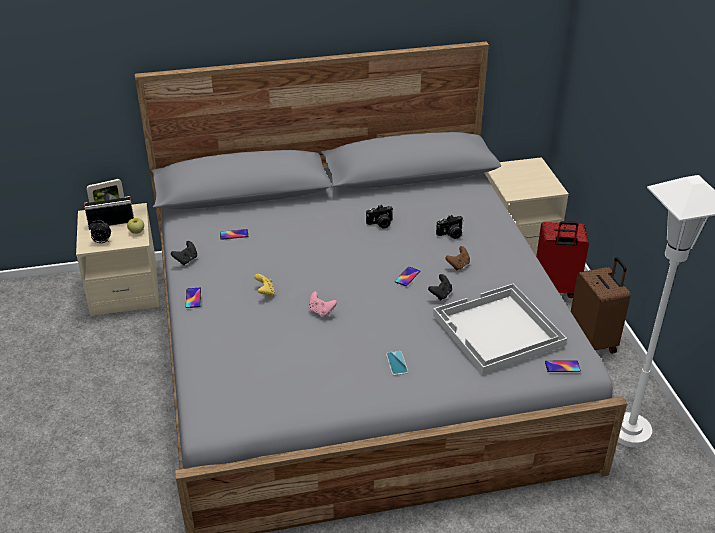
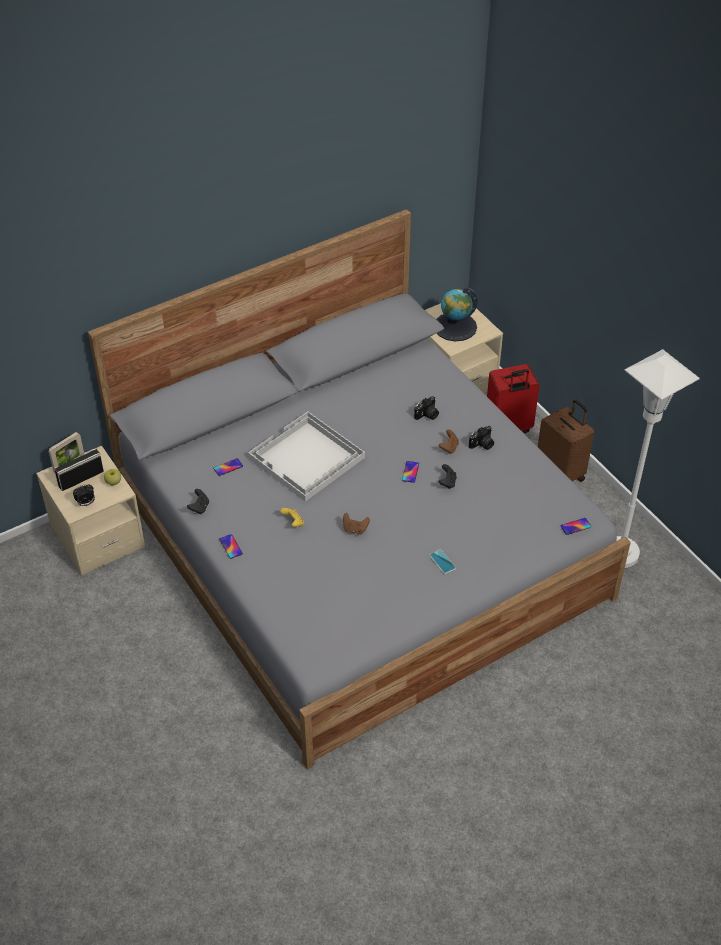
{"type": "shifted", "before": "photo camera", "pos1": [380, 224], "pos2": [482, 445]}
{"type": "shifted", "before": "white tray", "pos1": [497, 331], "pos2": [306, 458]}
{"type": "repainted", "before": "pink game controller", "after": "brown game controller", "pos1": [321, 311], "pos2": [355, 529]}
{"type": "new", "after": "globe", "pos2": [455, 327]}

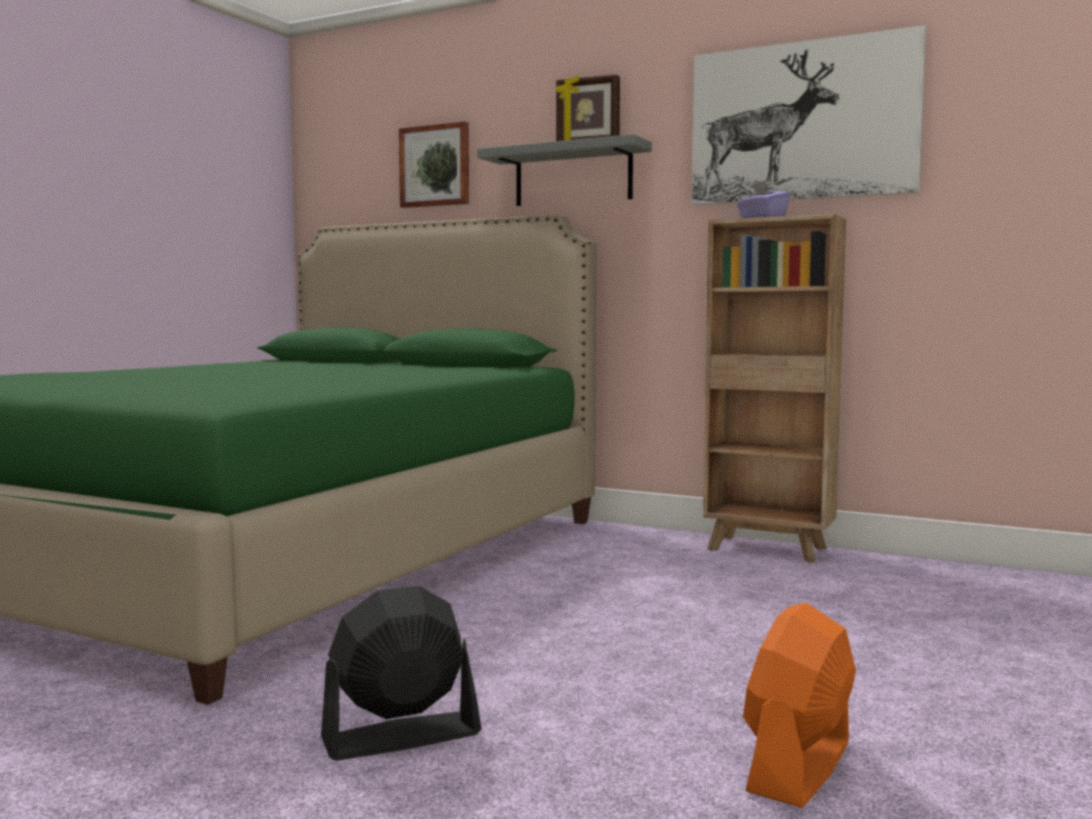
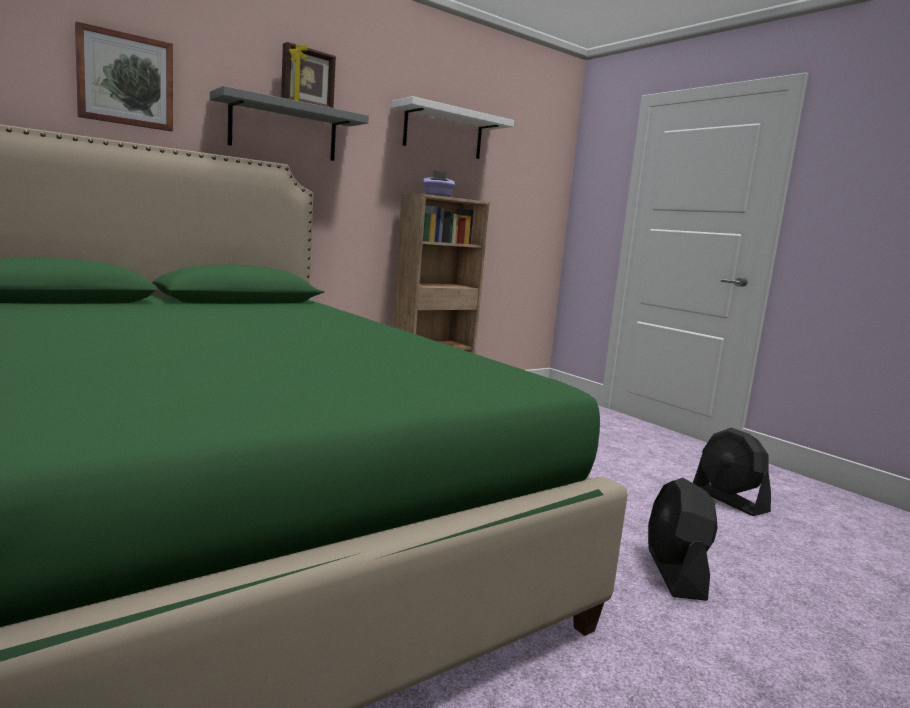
{"type": "swapped", "before": "picture", "after": "white shelf", "pos1": [802, 121], "pos2": [443, 132]}
{"type": "repainted", "before": "orange fan", "after": "black fan", "pos1": [799, 767], "pos2": [729, 500]}

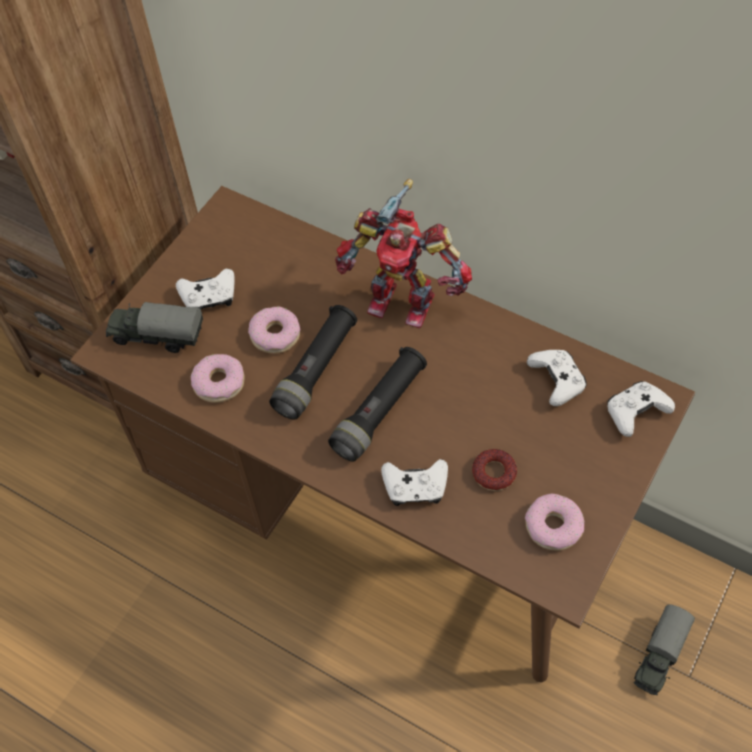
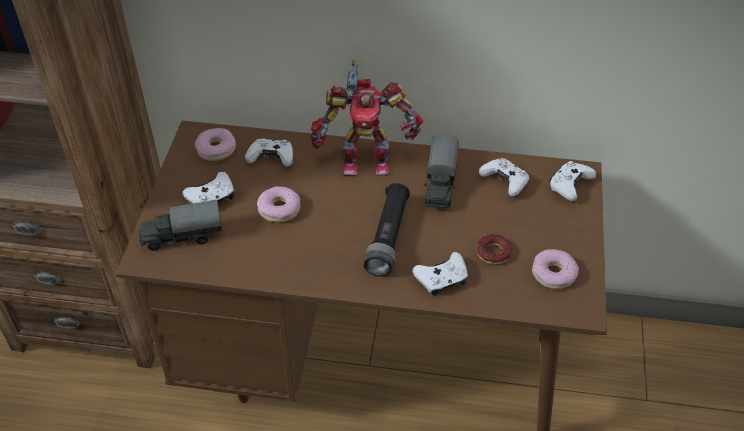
{"type": "gone", "before": "black flashlight", "pos1": [316, 370]}
{"type": "shifted", "before": "donut", "pos1": [219, 383], "pos2": [216, 149]}
{"type": "shifted", "before": "toy truck", "pos1": [659, 656], "pos2": [440, 185]}
{"type": "new", "after": "white game controller", "pos2": [271, 158]}

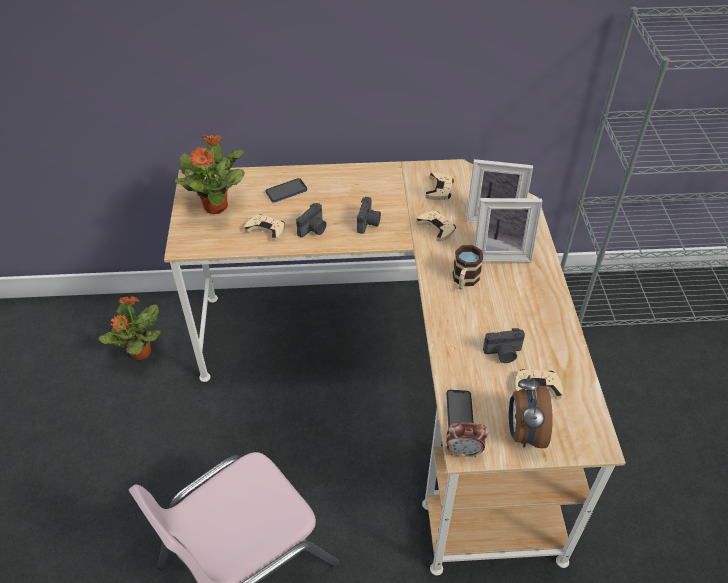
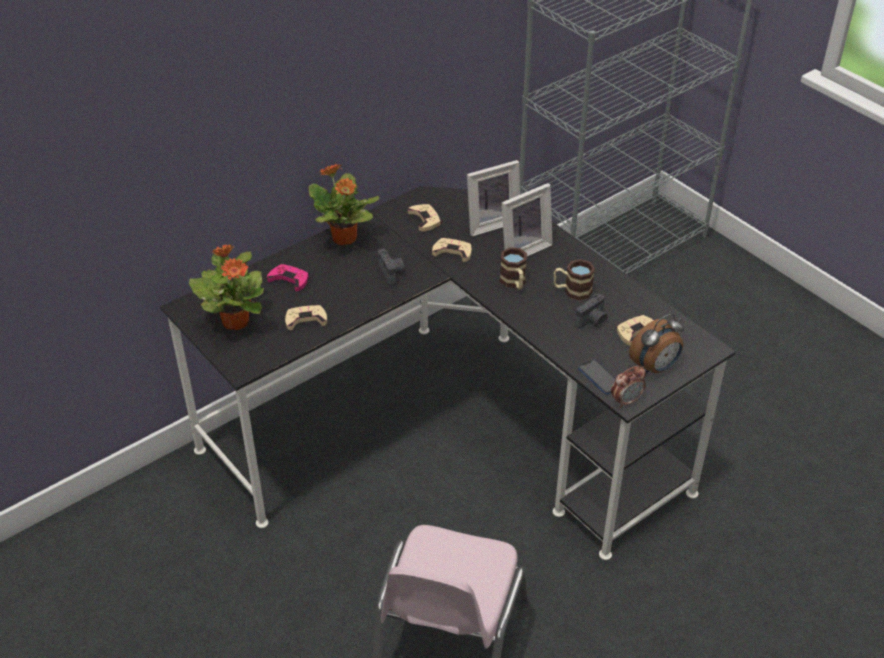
{"type": "repainted", "before": "beige desk", "after": "black desk", "pos1": [398, 379], "pos2": [448, 429]}
{"type": "swapped", "before": "phone", "after": "pink game controller", "pos1": [286, 191], "pos2": [289, 279]}
{"type": "gone", "before": "photo camera", "pos1": [313, 229]}
{"type": "shifted", "before": "potted plant", "pos1": [140, 353], "pos2": [344, 239]}
{"type": "rotated", "before": "alarm clock", "pos1": [524, 433], "pos2": [655, 367], "turn": -90}
{"type": "new", "after": "mug", "pos2": [572, 291]}

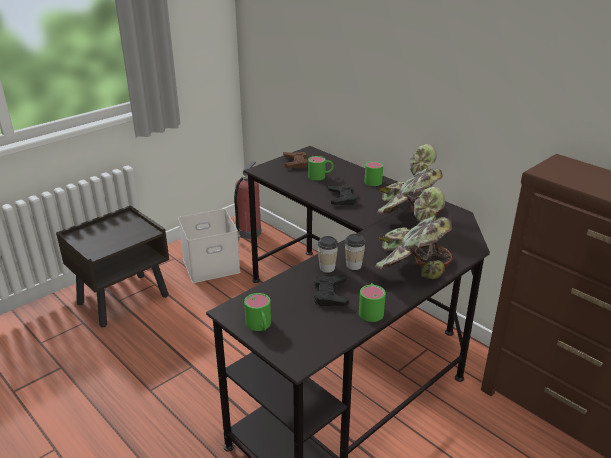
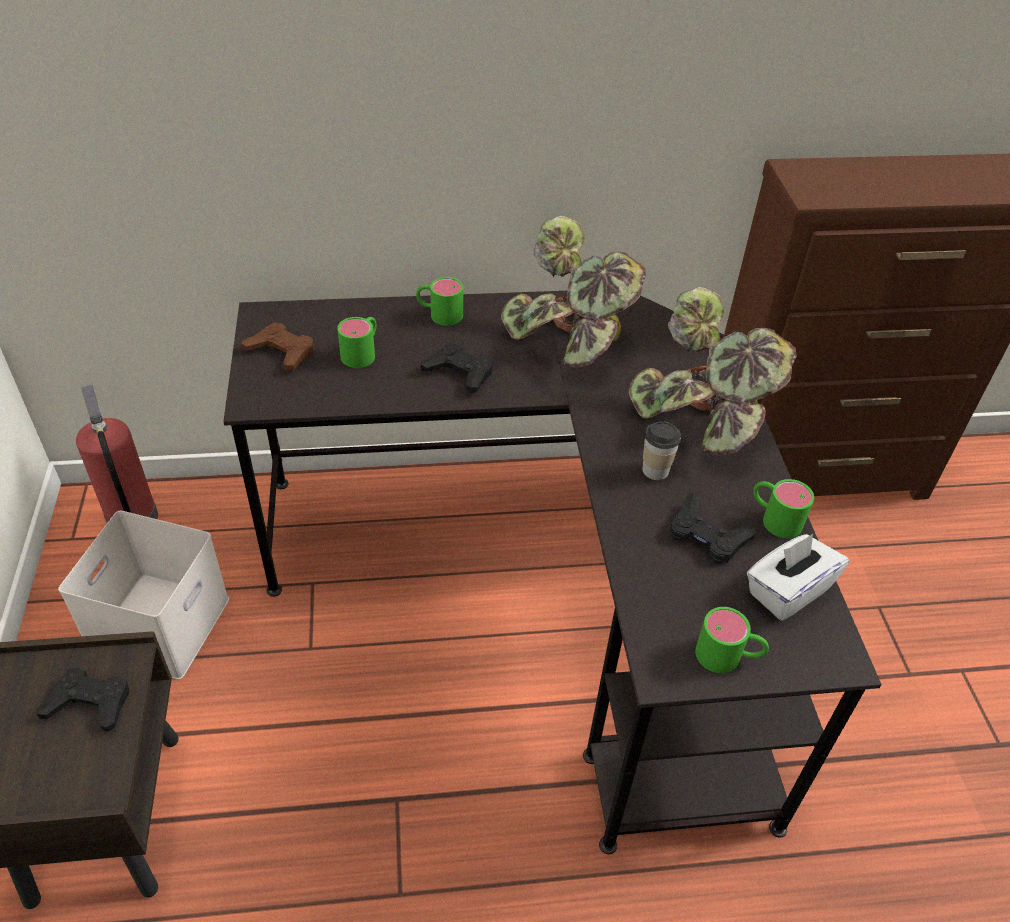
{"type": "gone", "before": "cup", "pos1": [327, 268]}
{"type": "new", "after": "white tissue box", "pos2": [787, 591]}
{"type": "new", "after": "black game controller", "pos2": [89, 703]}

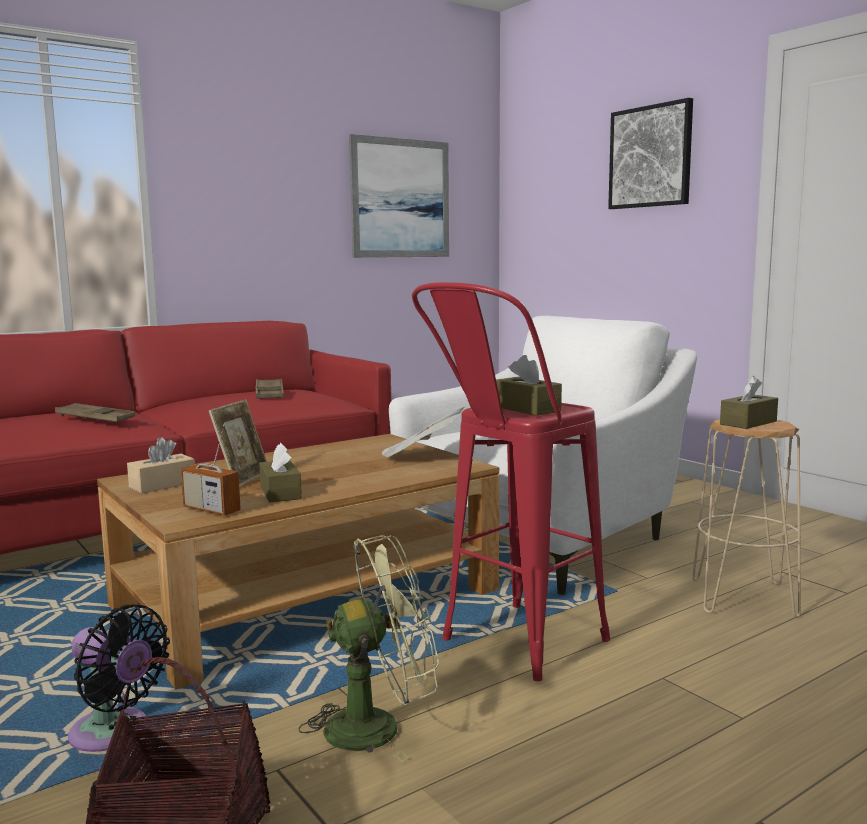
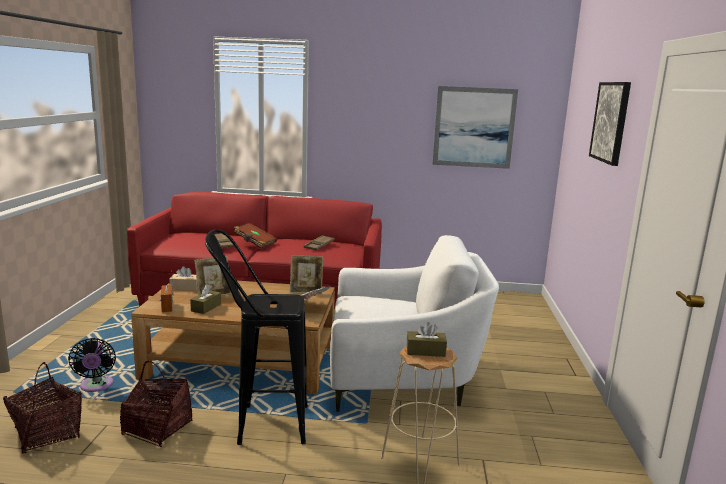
{"type": "repainted", "before": "red stool", "after": "black stool", "pos1": [509, 649], "pos2": [260, 424]}
{"type": "gone", "before": "brown tissue box", "pos1": [527, 409]}
{"type": "swapped", "before": "green fan", "after": "basket", "pos1": [377, 726], "pos2": [157, 428]}
{"type": "new", "after": "brown book", "pos2": [255, 243]}
{"type": "new", "after": "picture frame", "pos2": [306, 291]}

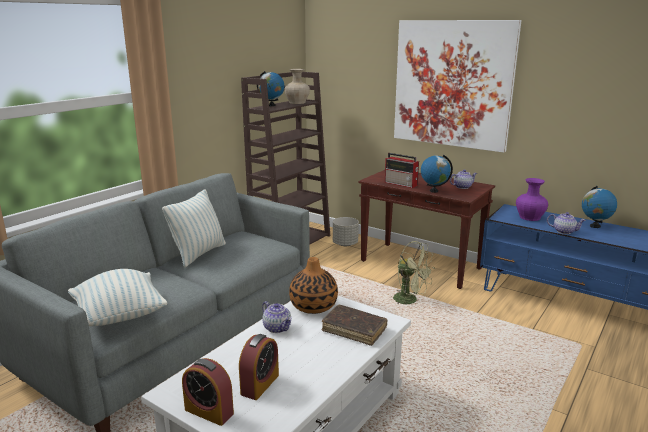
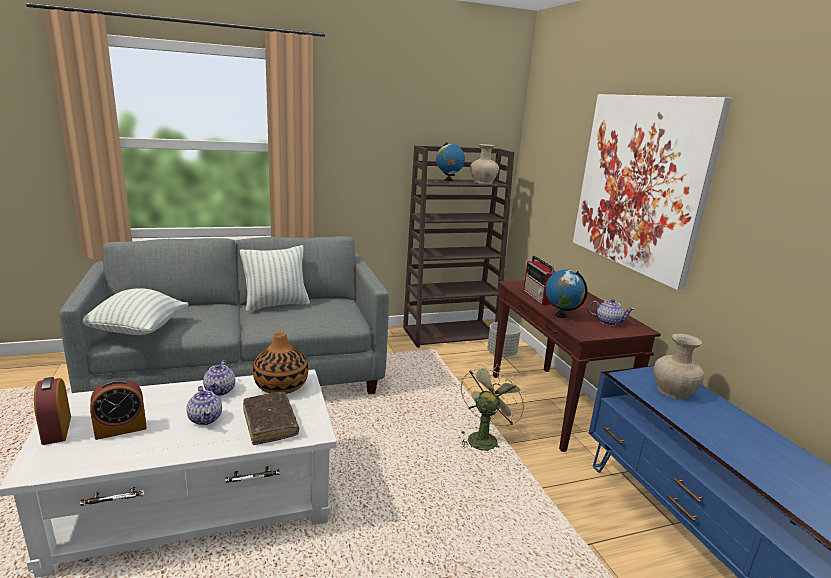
{"type": "repainted", "before": "purple vase", "after": "beige vase", "pos1": [530, 217], "pos2": [673, 391]}
{"type": "gone", "before": "globe", "pos1": [594, 226]}
{"type": "shifted", "before": "teapot", "pos1": [564, 231], "pos2": [206, 419]}
{"type": "rotated", "before": "green fan", "pos1": [410, 300], "pos2": [484, 438], "turn": -135}

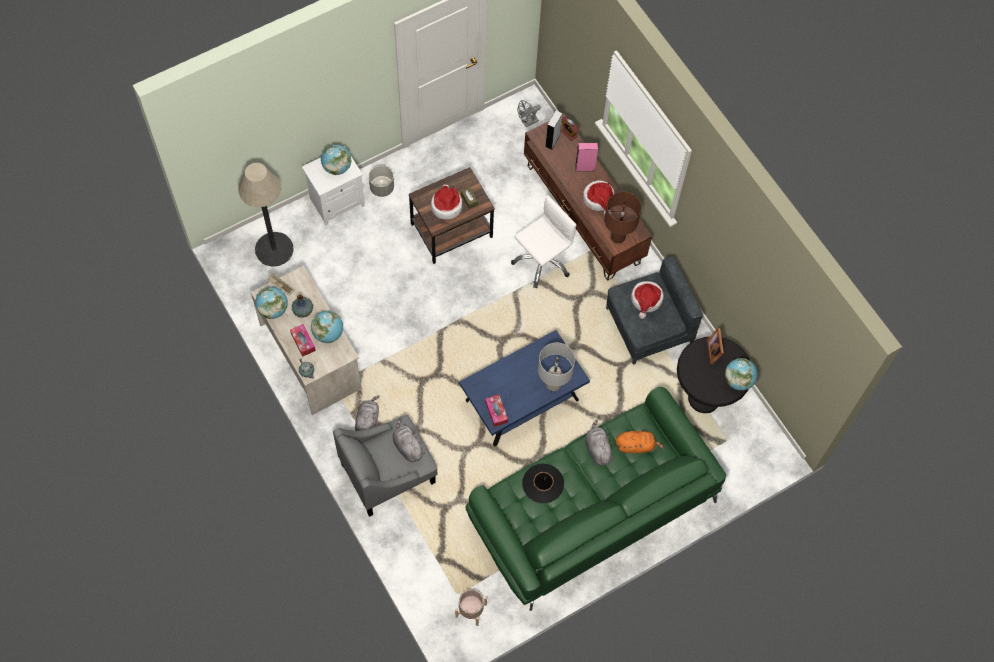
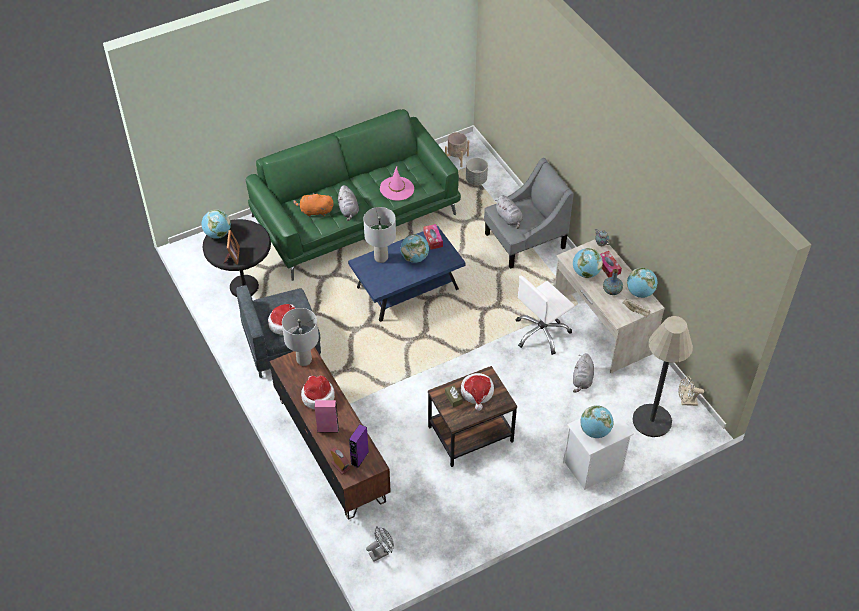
{"type": "repainted", "before": "grey speaker", "after": "purple speaker", "pos1": [552, 141], "pos2": [359, 458]}
{"type": "shifted", "before": "grey planter", "pos1": [382, 188], "pos2": [476, 179]}
{"type": "repainted", "before": "brown table lamp", "after": "grey table lamp", "pos1": [618, 237], "pos2": [304, 360]}
{"type": "shifted", "before": "white office chair", "pos1": [542, 261], "pos2": [541, 333]}
{"type": "shifted", "before": "grey plush toy", "pos1": [367, 420], "pos2": [582, 380]}
{"type": "repainted", "before": "black hat", "after": "pink hat", "pos1": [543, 483], "pos2": [397, 188]}
{"type": "new", "after": "globe", "pos2": [414, 258]}
{"type": "new", "after": "beige fan", "pos2": [686, 402]}

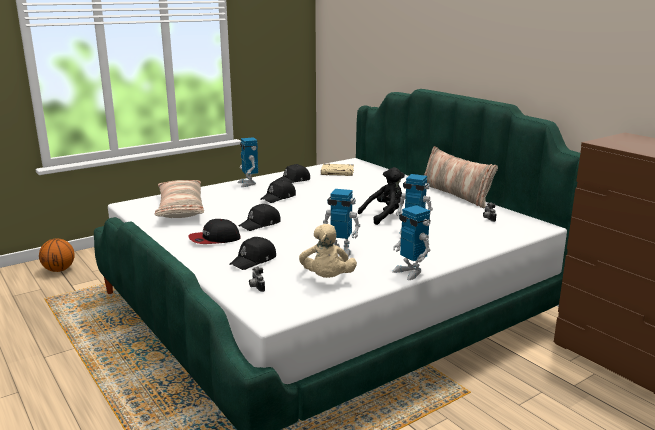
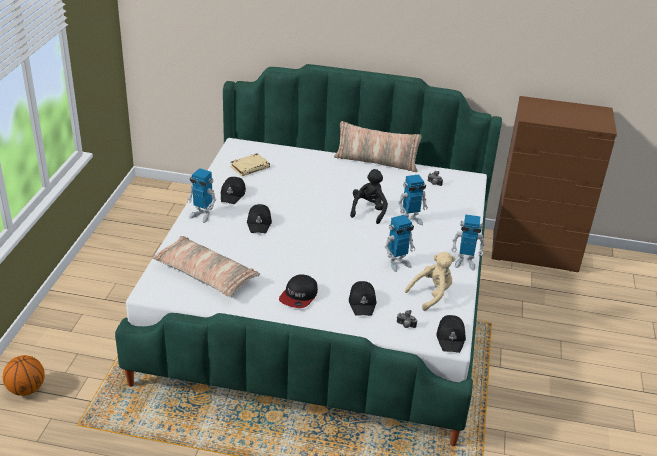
{"type": "shifted", "before": "black cap", "pos1": [260, 224], "pos2": [451, 337]}
{"type": "rotated", "before": "beige plush toy", "pos1": [327, 279], "pos2": [431, 294], "turn": -75}

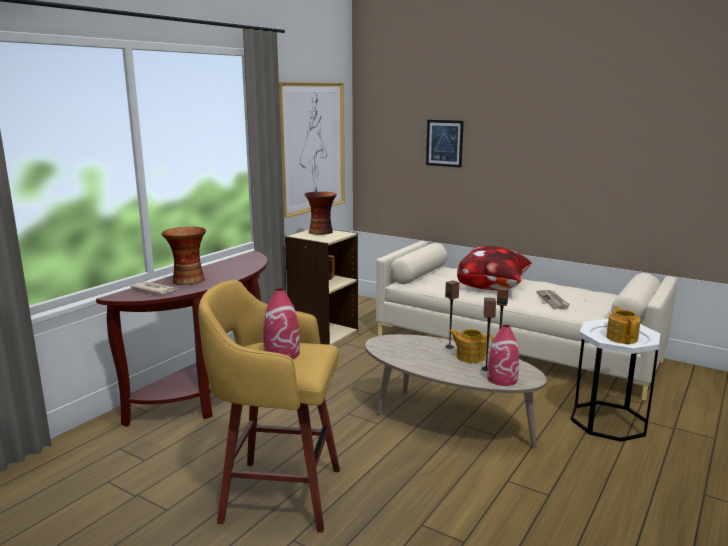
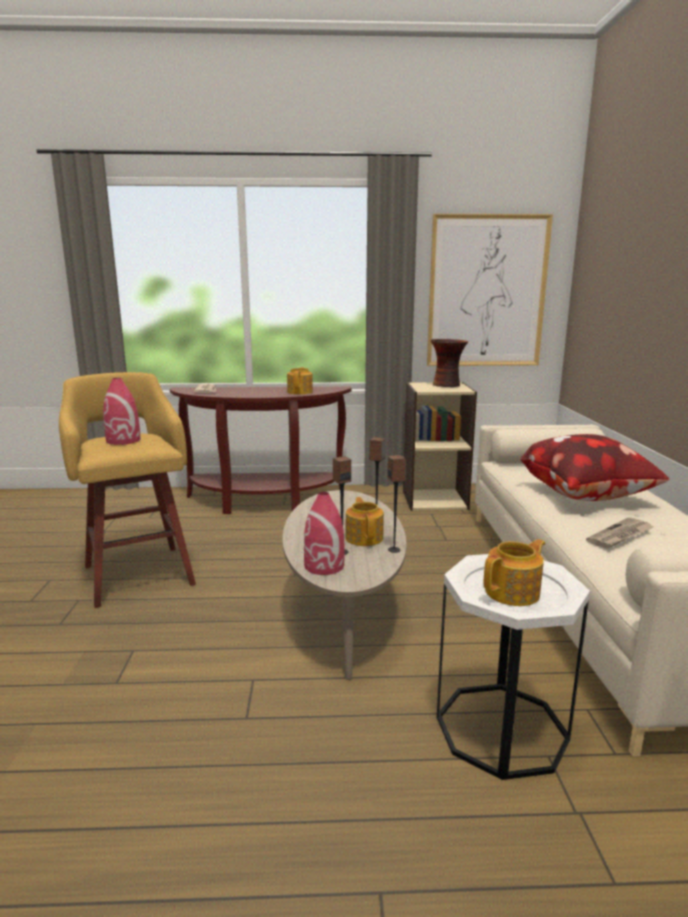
{"type": "gone", "before": "picture", "pos1": [444, 143]}
{"type": "gone", "before": "vase", "pos1": [187, 280]}
{"type": "new", "after": "teapot", "pos2": [300, 392]}

